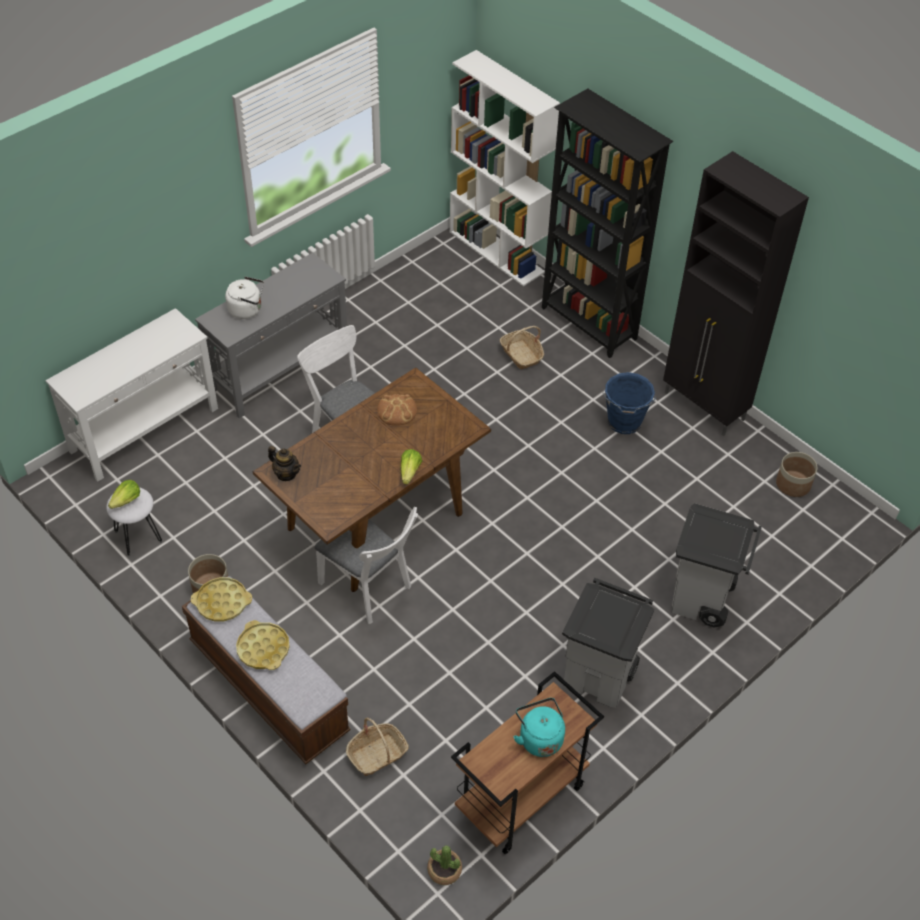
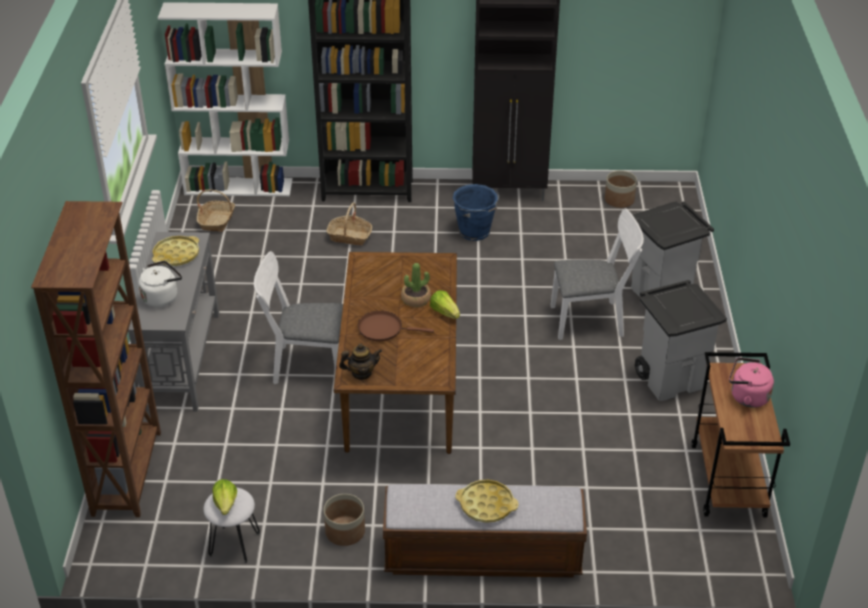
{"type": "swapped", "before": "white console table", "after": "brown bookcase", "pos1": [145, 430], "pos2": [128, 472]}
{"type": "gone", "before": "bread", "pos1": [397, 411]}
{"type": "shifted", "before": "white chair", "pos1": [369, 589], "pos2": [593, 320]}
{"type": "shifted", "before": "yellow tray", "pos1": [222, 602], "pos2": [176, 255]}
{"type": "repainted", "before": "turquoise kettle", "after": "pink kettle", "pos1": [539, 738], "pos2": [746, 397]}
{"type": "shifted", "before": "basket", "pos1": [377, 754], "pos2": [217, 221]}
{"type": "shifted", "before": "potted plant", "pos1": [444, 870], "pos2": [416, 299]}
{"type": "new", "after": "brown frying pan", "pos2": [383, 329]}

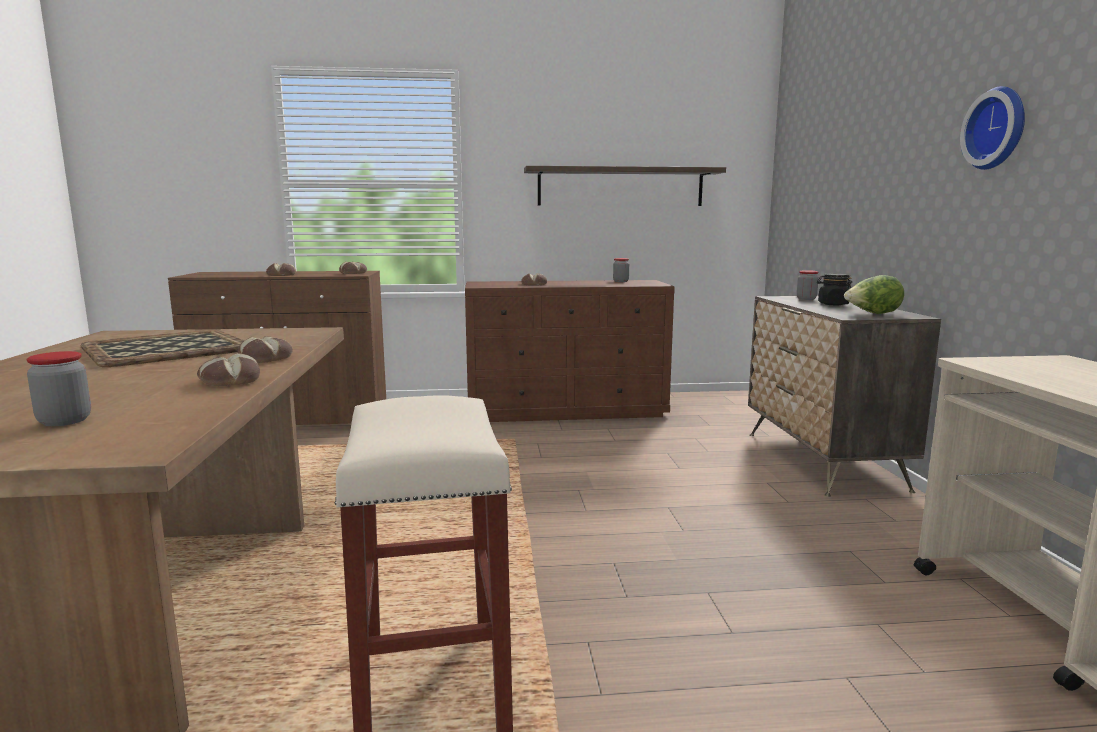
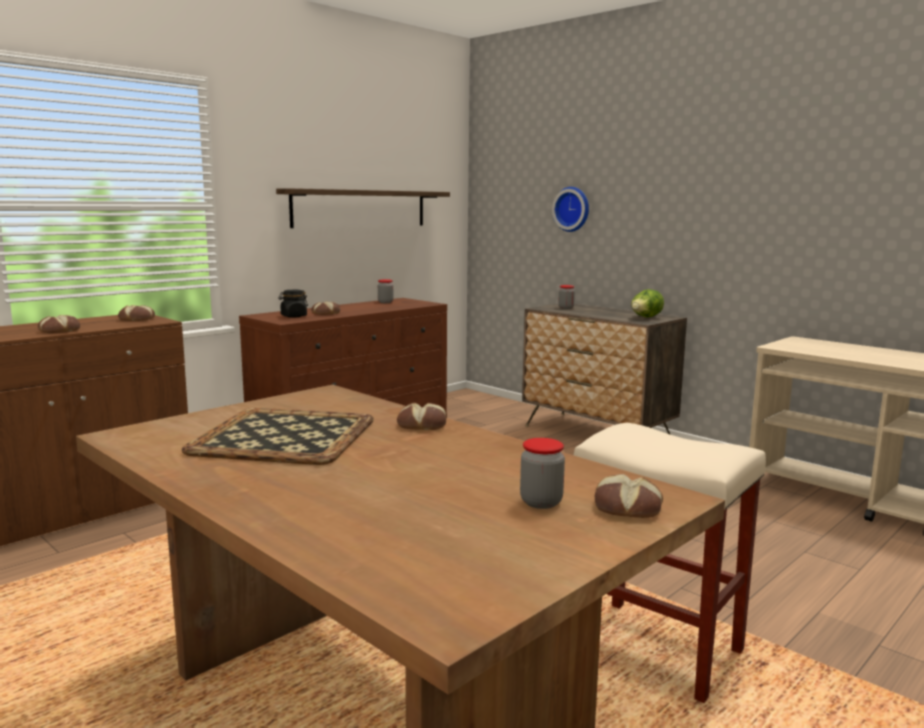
{"type": "shifted", "before": "wall clock", "pos1": [998, 128], "pos2": [572, 209]}
{"type": "shifted", "before": "black jar", "pos1": [832, 304], "pos2": [293, 316]}
{"type": "shifted", "before": "bread", "pos1": [229, 380], "pos2": [626, 508]}

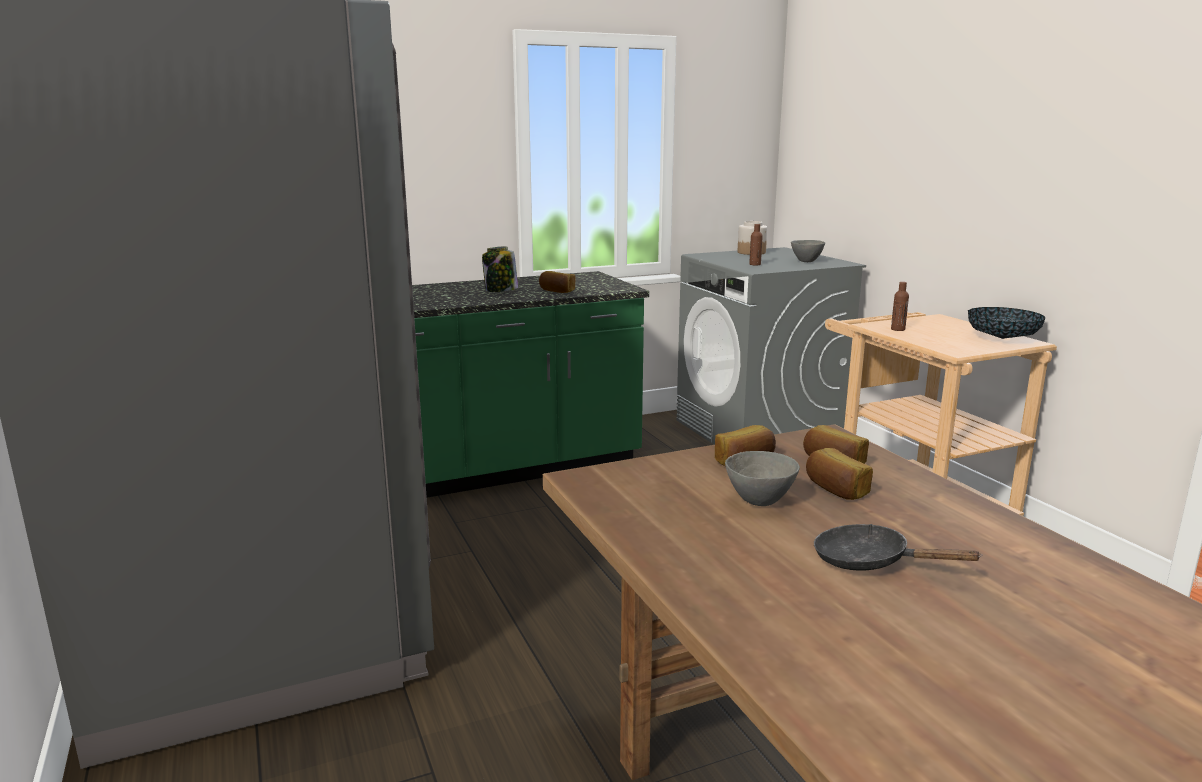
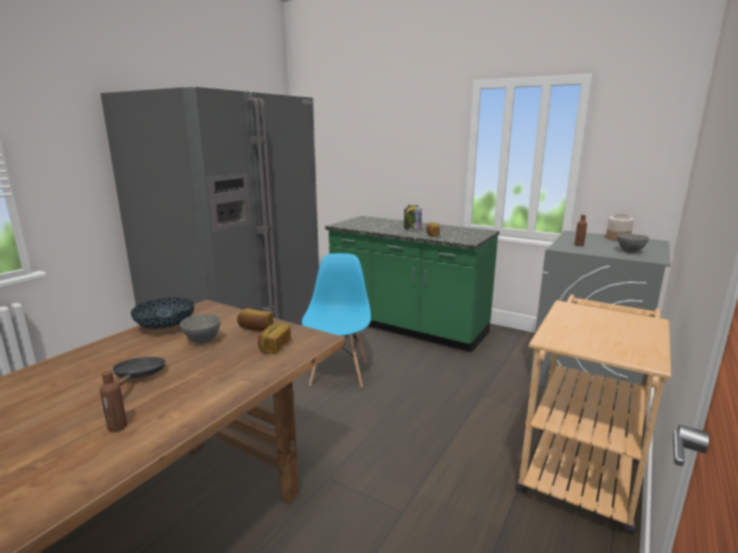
{"type": "shifted", "before": "brown bottle", "pos1": [898, 329], "pos2": [117, 427]}
{"type": "shifted", "before": "bowl", "pos1": [1002, 338], "pos2": [165, 326]}
{"type": "gone", "before": "bread", "pos1": [835, 489]}
{"type": "new", "after": "blue chair", "pos2": [339, 372]}

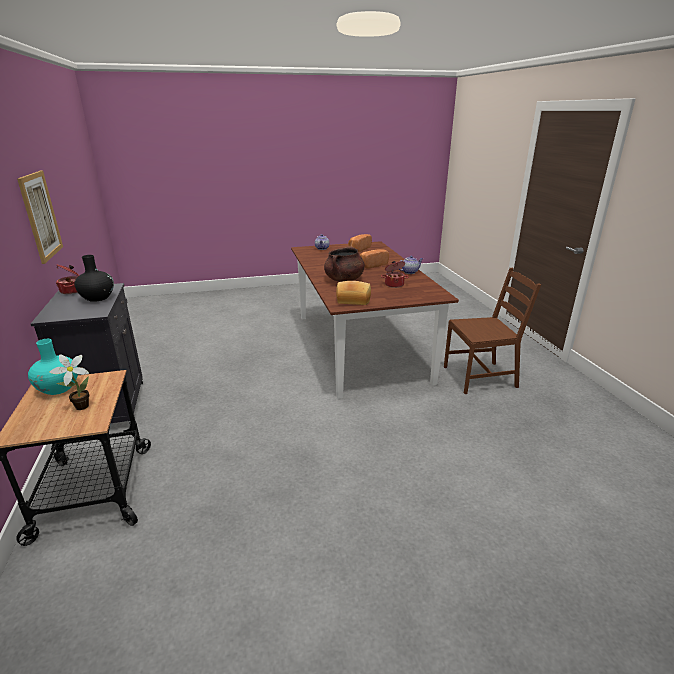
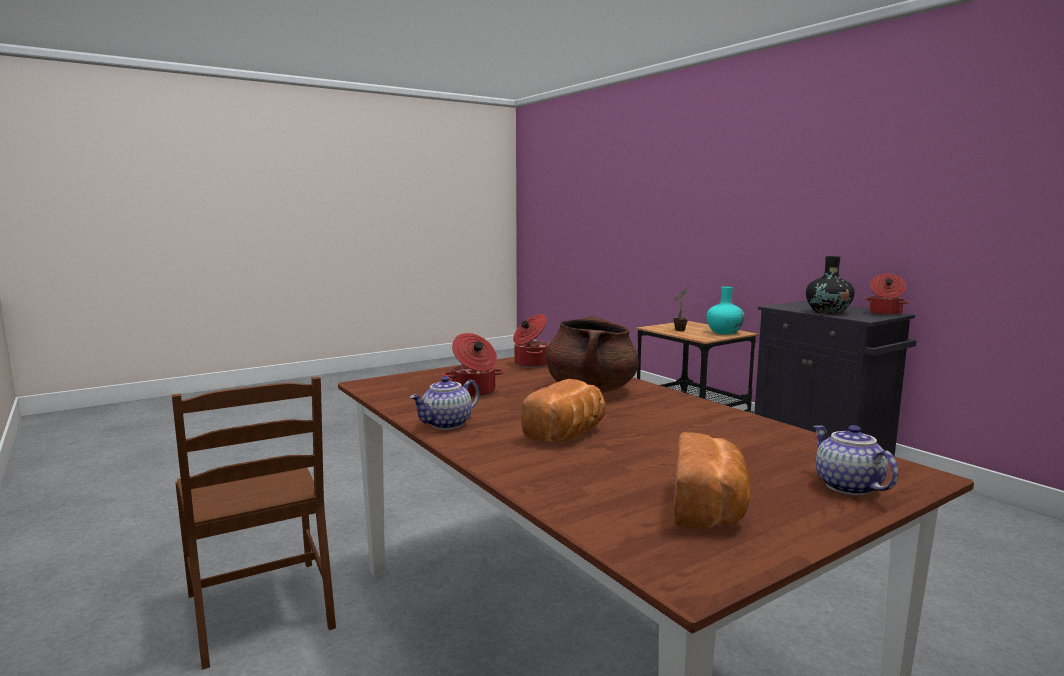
{"type": "gone", "before": "picture", "pos1": [40, 216]}
{"type": "rotated", "before": "brown chair", "pos1": [480, 377], "pos2": [262, 610], "turn": -90}
{"type": "swapped", "before": "bread", "after": "cooking pot", "pos1": [353, 300], "pos2": [531, 364]}

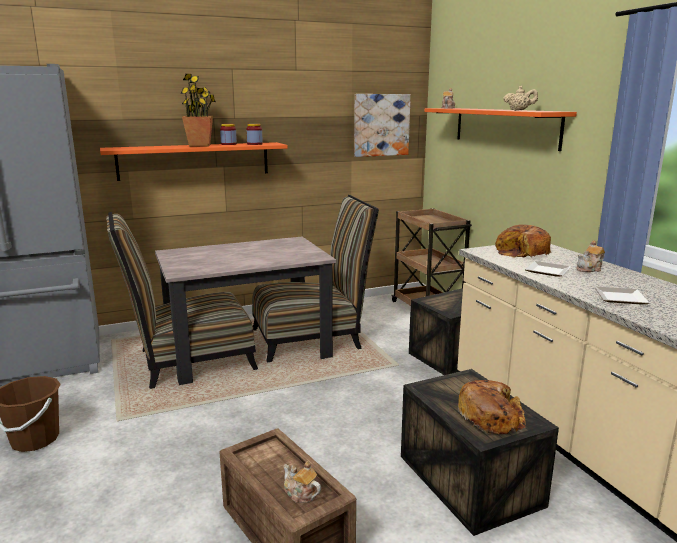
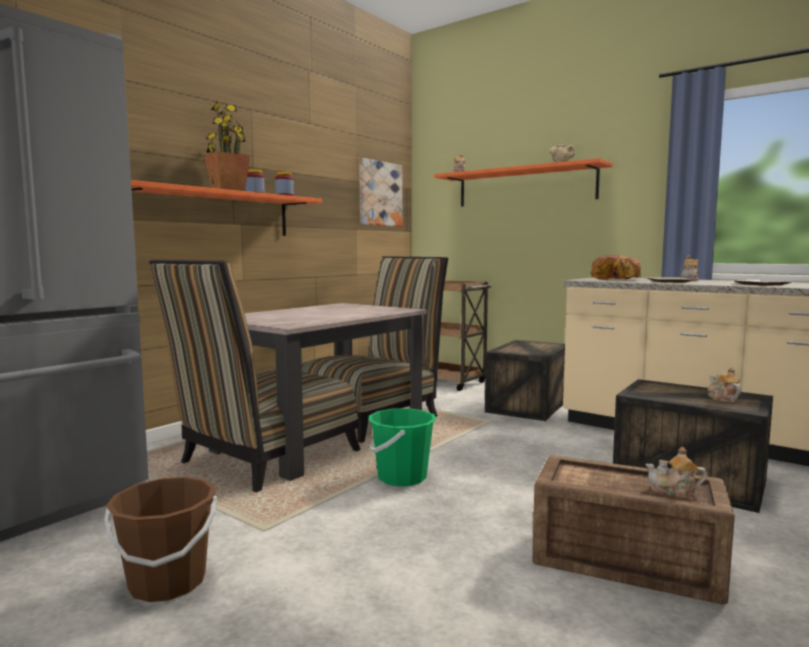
{"type": "swapped", "before": "bread", "after": "teapot", "pos1": [491, 416], "pos2": [722, 398]}
{"type": "new", "after": "green bucket", "pos2": [401, 477]}

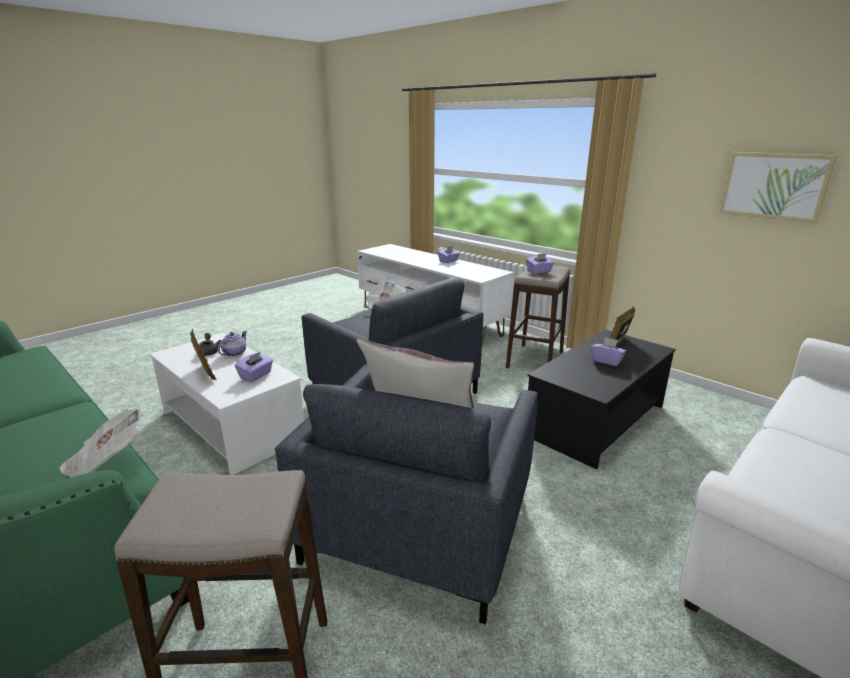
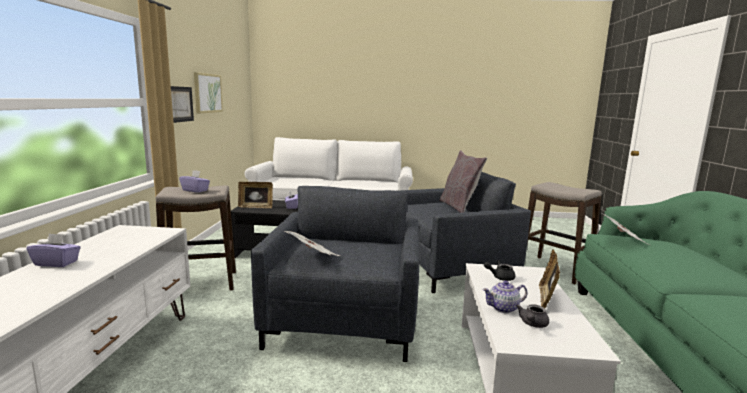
{"type": "swapped", "before": "purple tissue box", "after": "black teapot", "pos1": [256, 375], "pos2": [500, 277]}
{"type": "new", "after": "picture", "pos2": [179, 104]}

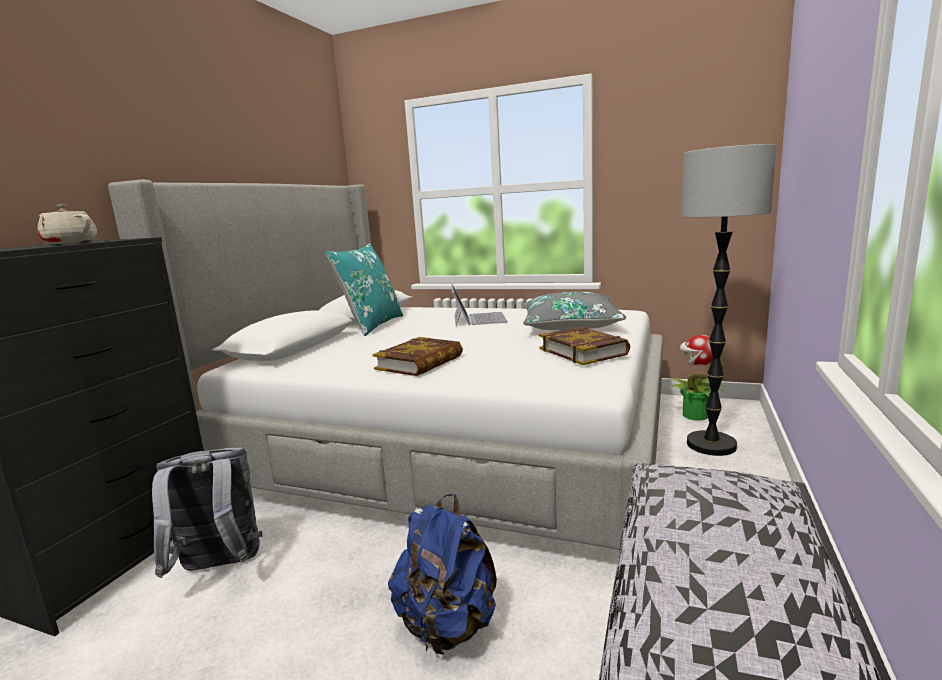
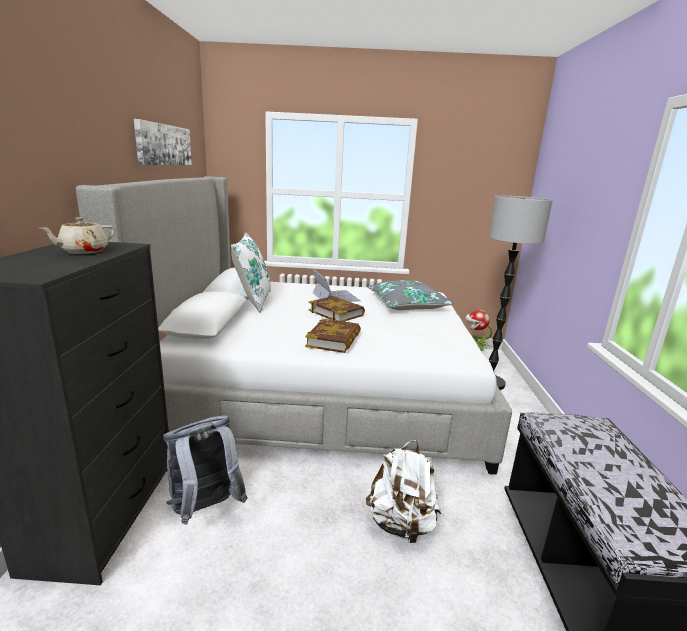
{"type": "rotated", "before": "beige teapot", "pos1": [70, 243], "pos2": [83, 251], "turn": -60}
{"type": "repainted", "before": "turquoise pillow", "after": "white pillow", "pos1": [371, 325], "pos2": [253, 301]}
{"type": "shifted", "before": "book", "pos1": [583, 351], "pos2": [336, 313]}
{"type": "repainted", "before": "blue backpack", "after": "white backpack", "pos1": [447, 626], "pos2": [401, 524]}
{"type": "new", "after": "picture", "pos2": [163, 145]}

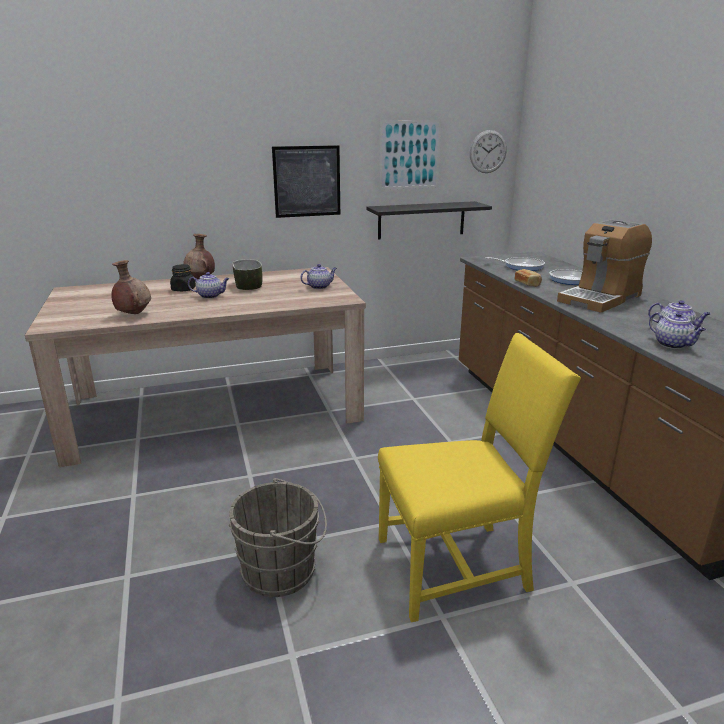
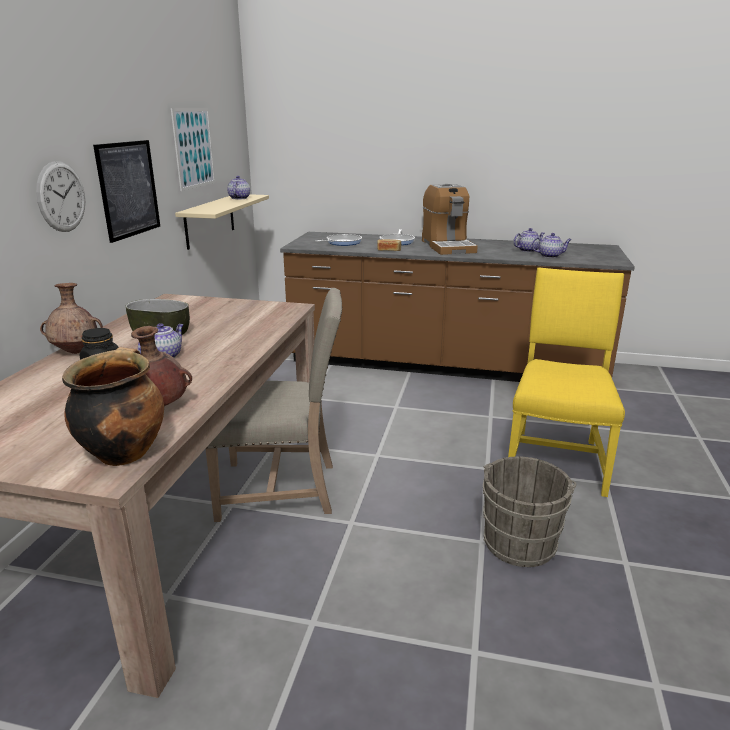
{"type": "shifted", "before": "wall clock", "pos1": [488, 151], "pos2": [61, 197]}
{"type": "repainted", "before": "black shelf", "after": "beige shelf", "pos1": [421, 220], "pos2": [210, 220]}
{"type": "shifted", "before": "teapot", "pos1": [319, 287], "pos2": [239, 198]}
{"type": "new", "after": "beige chair", "pos2": [282, 489]}
{"type": "new", "after": "cooking pot", "pos2": [123, 452]}

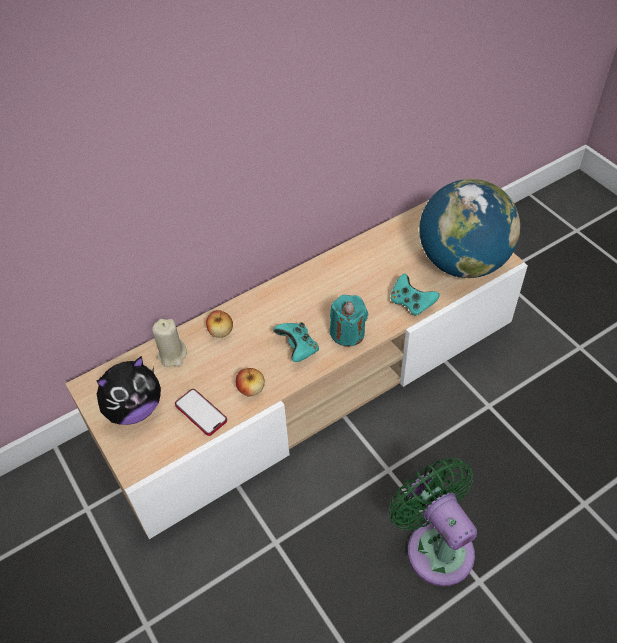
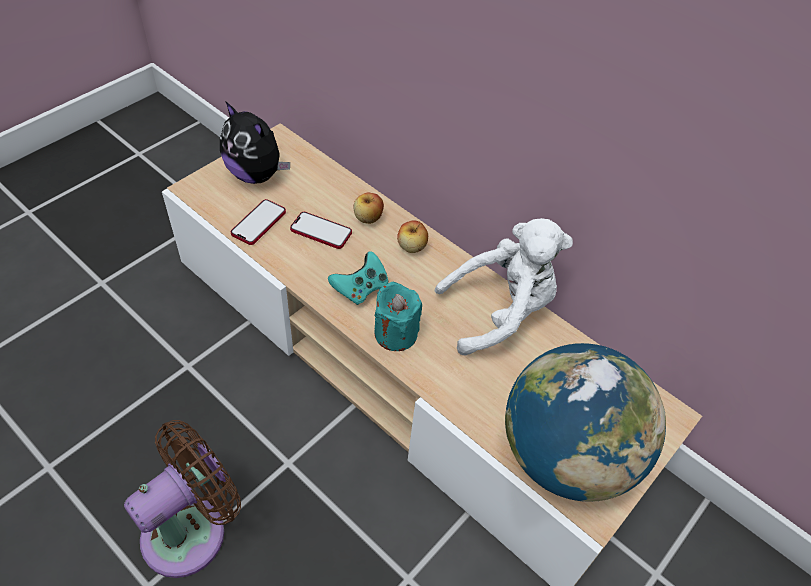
{"type": "gone", "before": "turquoise game controller", "pos1": [411, 303]}
{"type": "gone", "before": "beige candle", "pos1": [172, 355]}
{"type": "shifted", "before": "apple", "pos1": [251, 389], "pos2": [412, 247]}
{"type": "repainted", "before": "green fan", "after": "brown fan", "pos1": [436, 545], "pos2": [192, 529]}
{"type": "new", "after": "phone", "pos2": [321, 231]}
{"type": "new", "after": "white plush toy", "pos2": [500, 312]}

